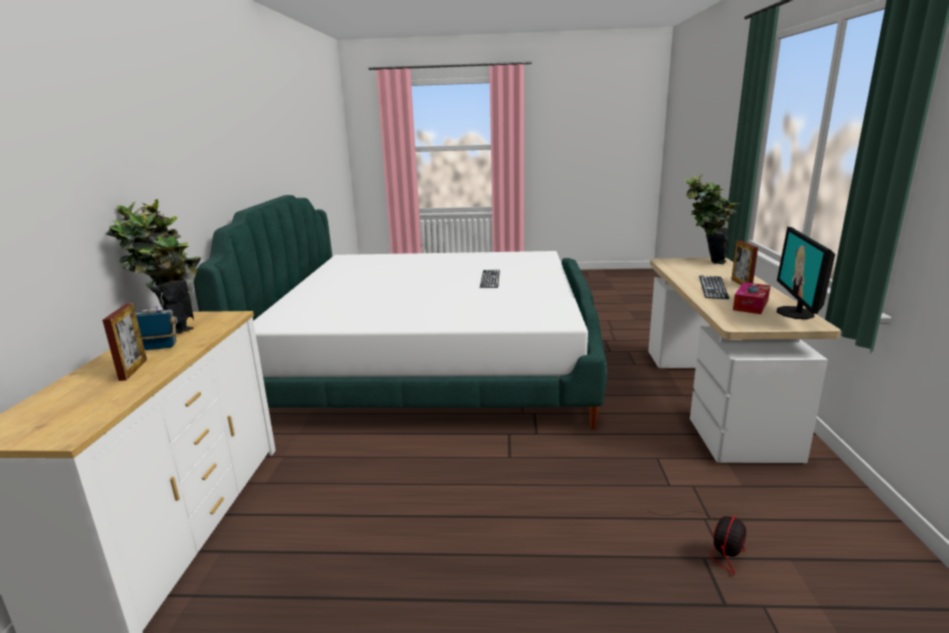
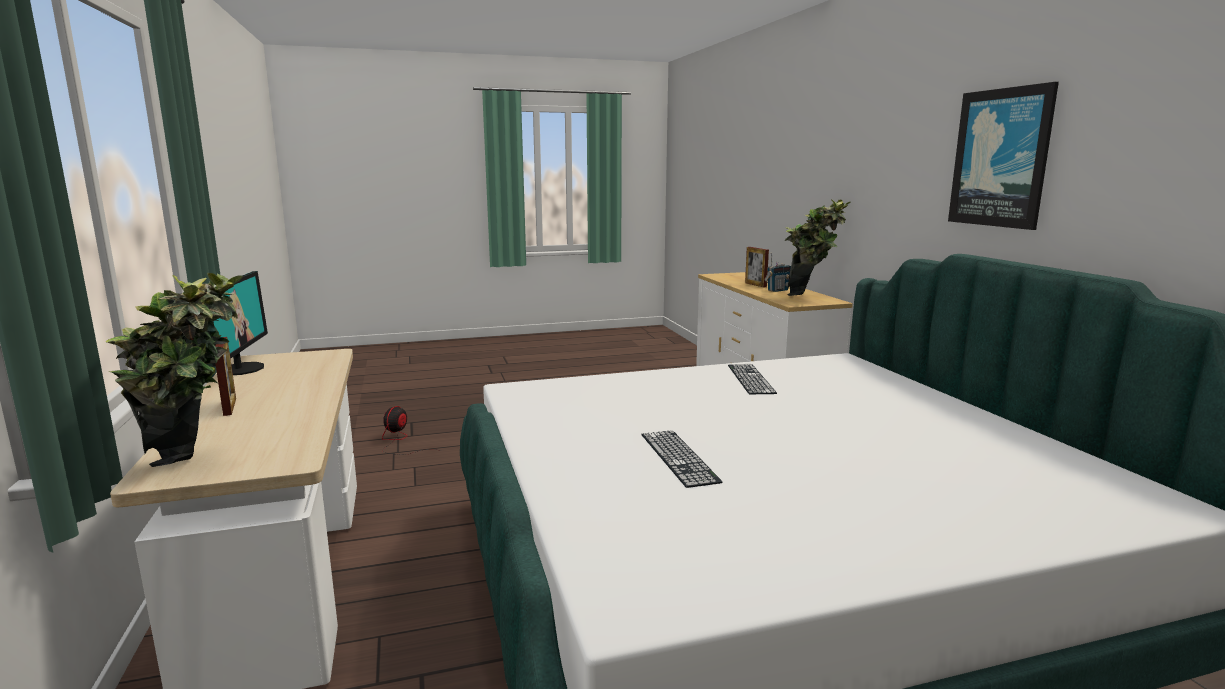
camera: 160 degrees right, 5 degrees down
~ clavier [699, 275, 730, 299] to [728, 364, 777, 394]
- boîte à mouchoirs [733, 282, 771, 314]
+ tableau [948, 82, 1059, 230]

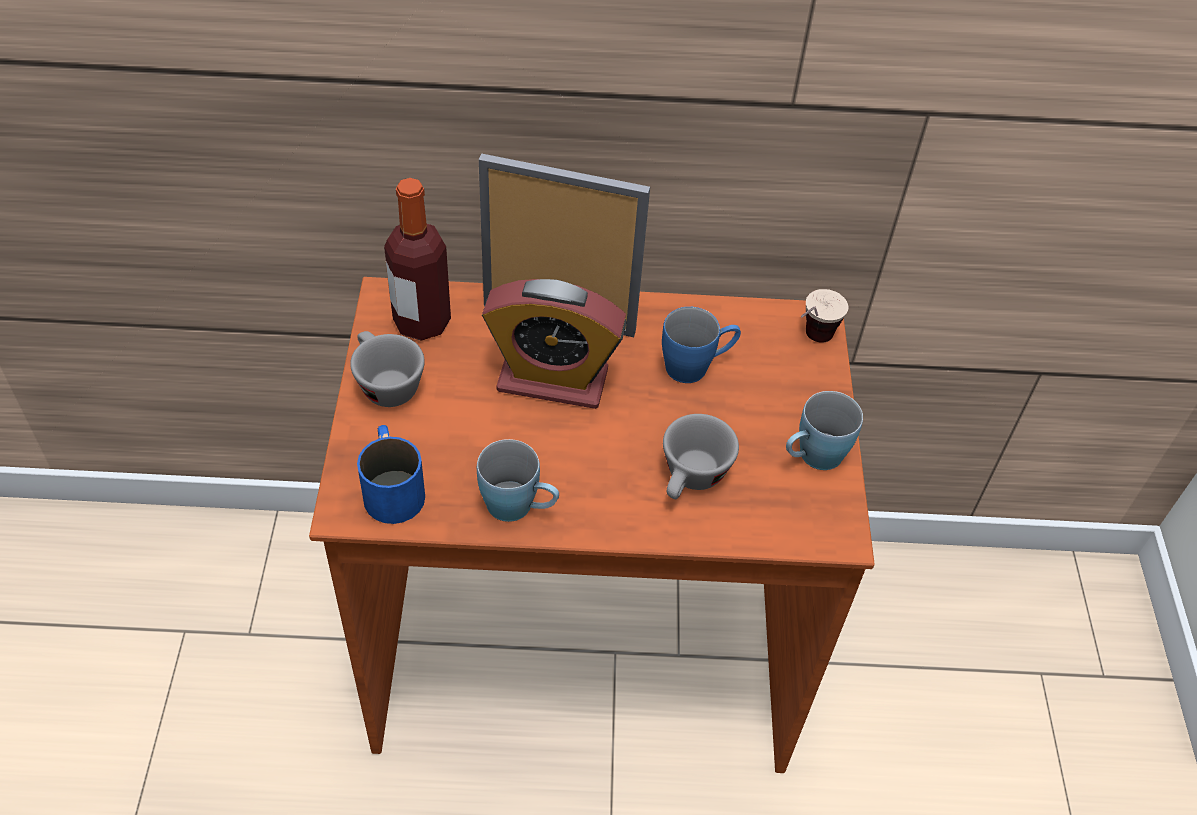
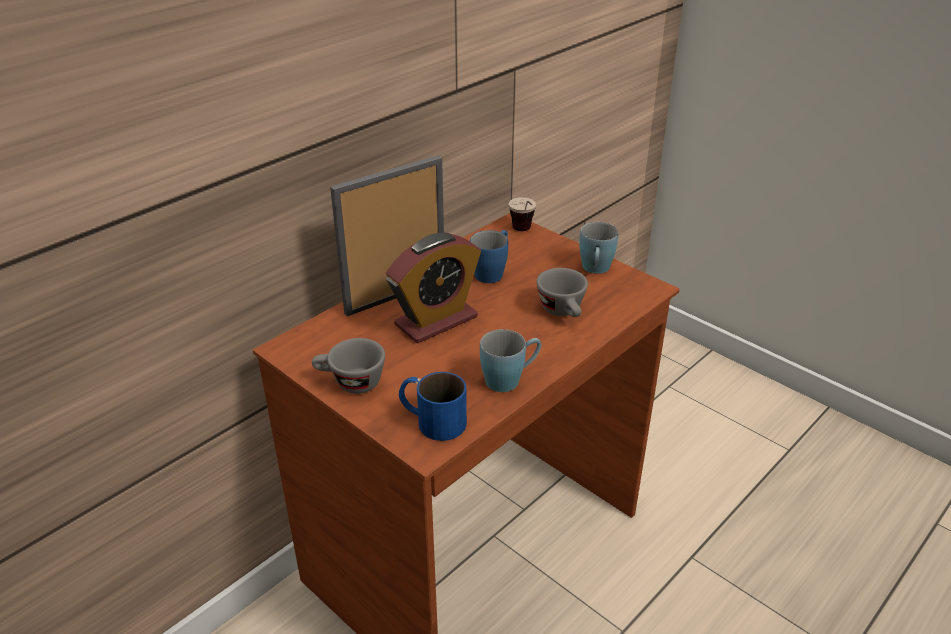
camera: 45 degrees left, 15 degrees down
- bouteille [384, 178, 451, 341]

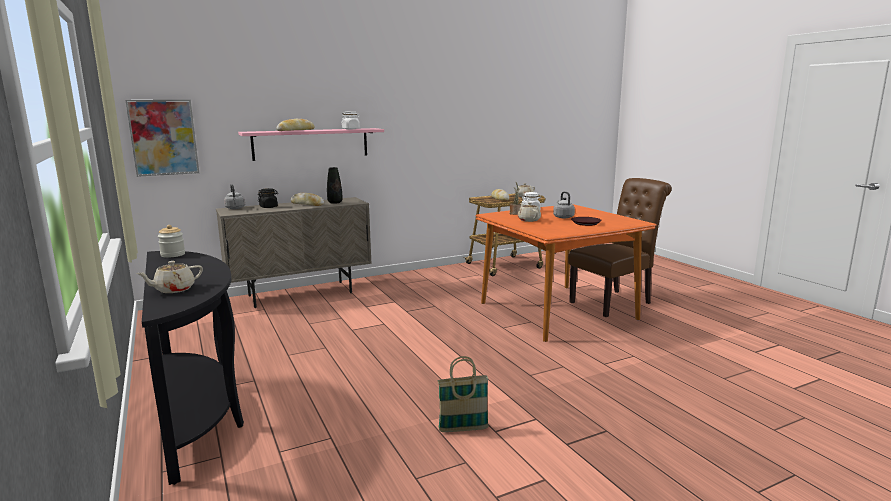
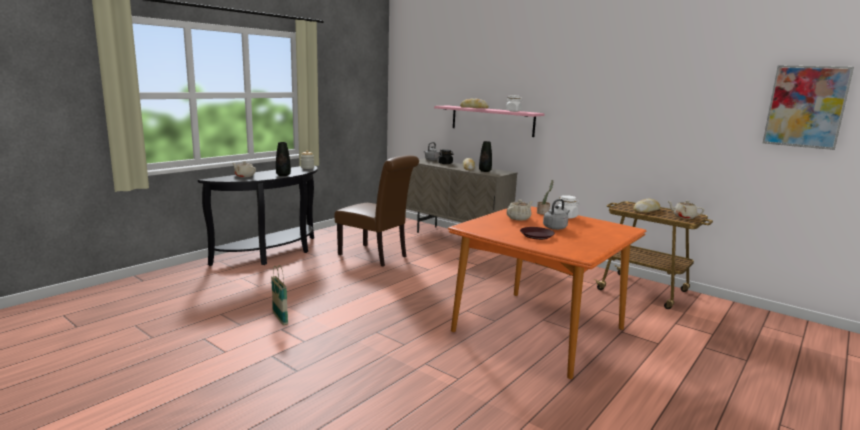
camera: 65 degrees right, 0 degrees up
~ tableau [125, 100, 199, 177] to [763, 65, 854, 150]
~ chaise (marron) [568, 178, 672, 317] to [334, 155, 419, 267]
+ vase (noir) [276, 142, 291, 176]

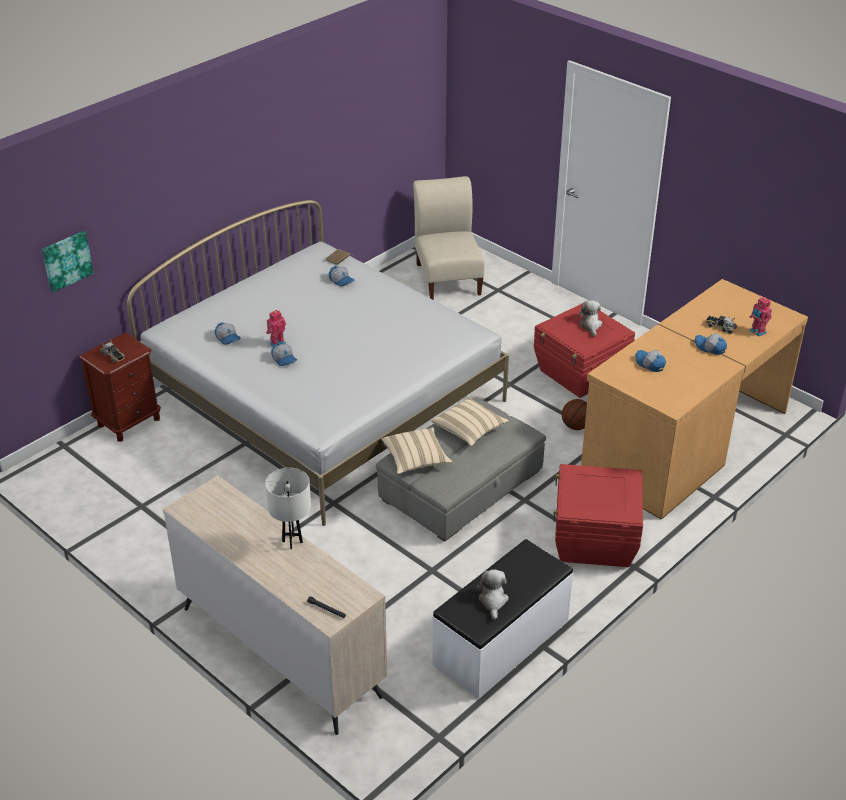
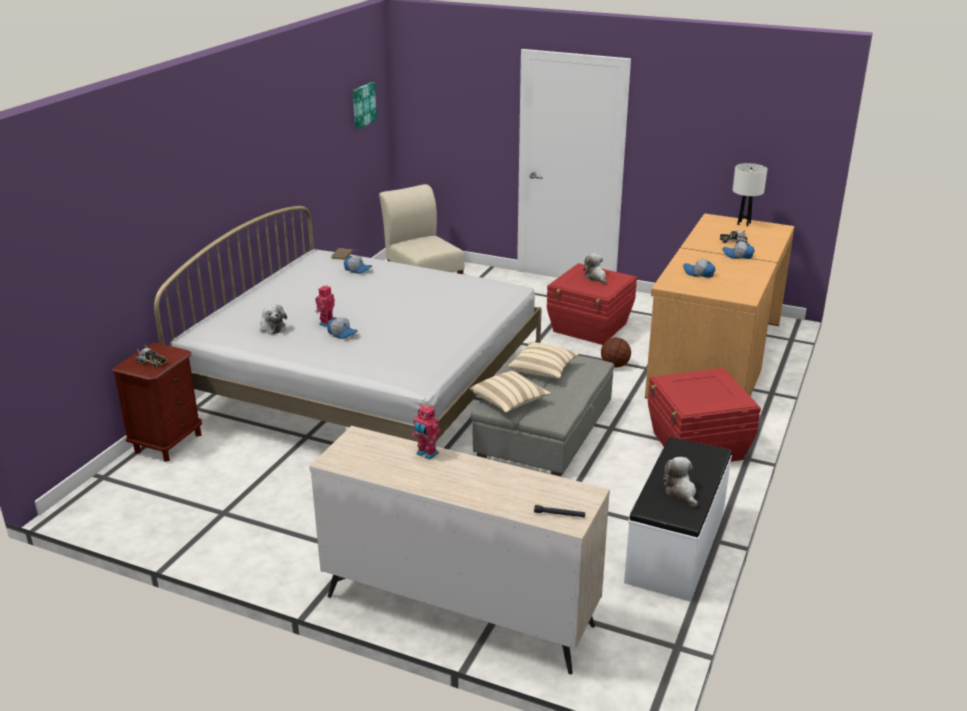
camera: 20 degrees left, 10 degrees down
~ tableau [42, 231, 94, 292] to [353, 82, 377, 129]
~ robot jouet [750, 297, 772, 337] to [412, 405, 441, 460]
~ casquette [214, 322, 241, 345] to peluche [260, 304, 287, 334]
~ lampe de table (blanc) [265, 468, 311, 549] to [733, 163, 767, 227]

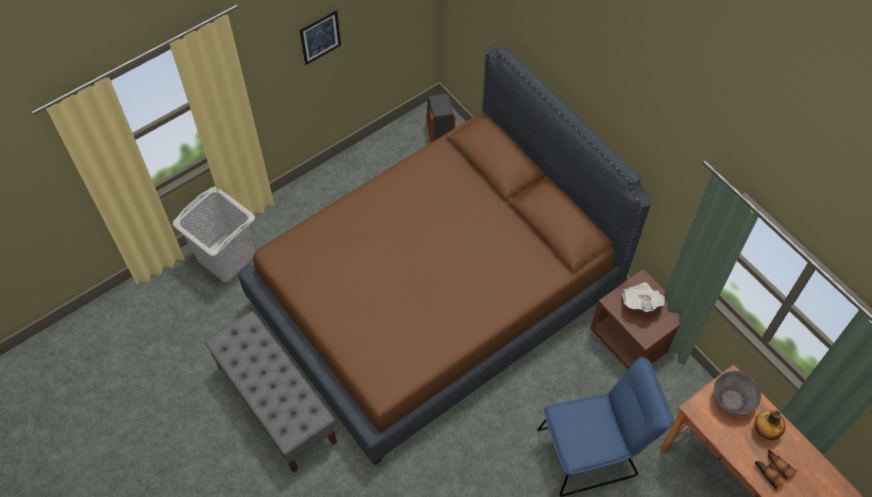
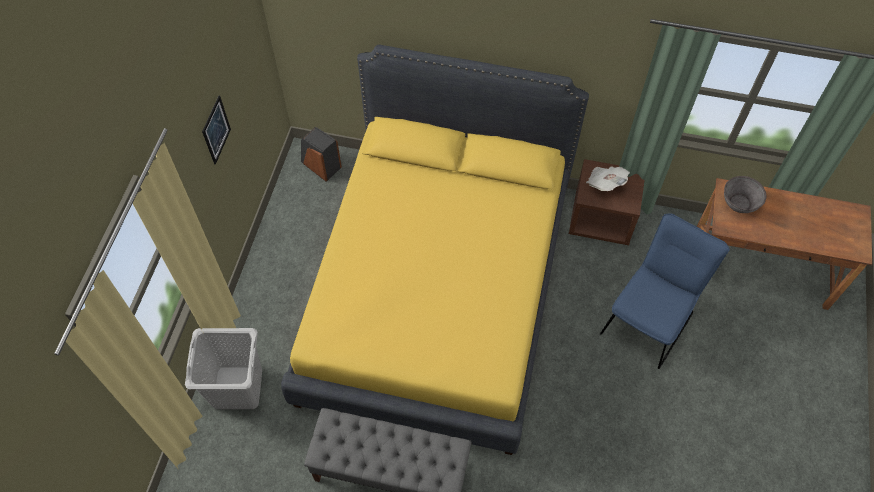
camera: 40 degrees left, 0 degrees up
~ lit (marron) [238, 46, 651, 465] to lit (jaune) [281, 45, 589, 455]
- bouteille [755, 410, 786, 440]
- jumelles [755, 450, 796, 489]

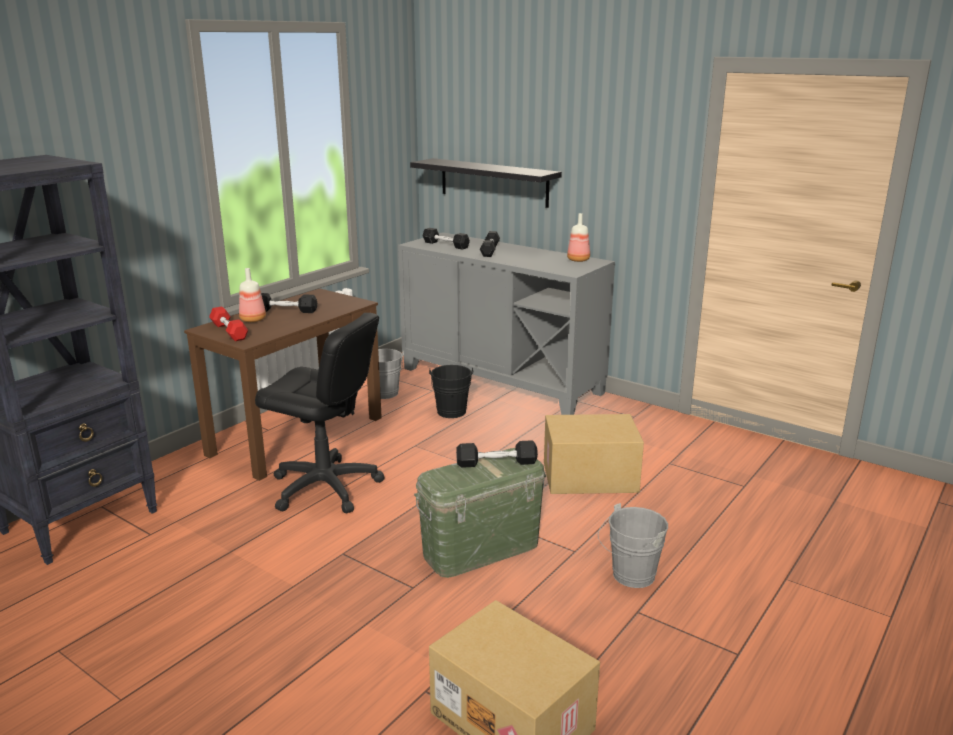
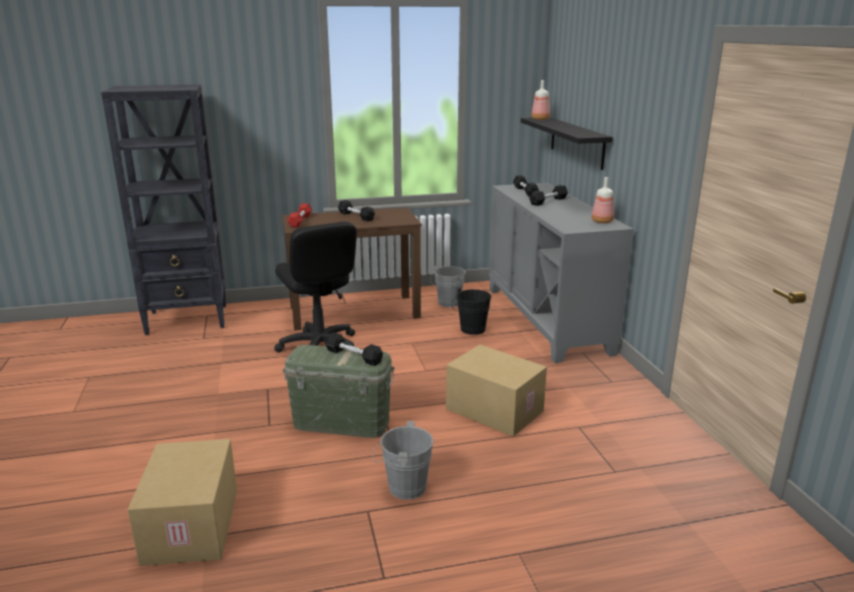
camera: 40 degrees right, 0 degrees up
~ bouteille [239, 268, 266, 322] to [532, 80, 550, 120]

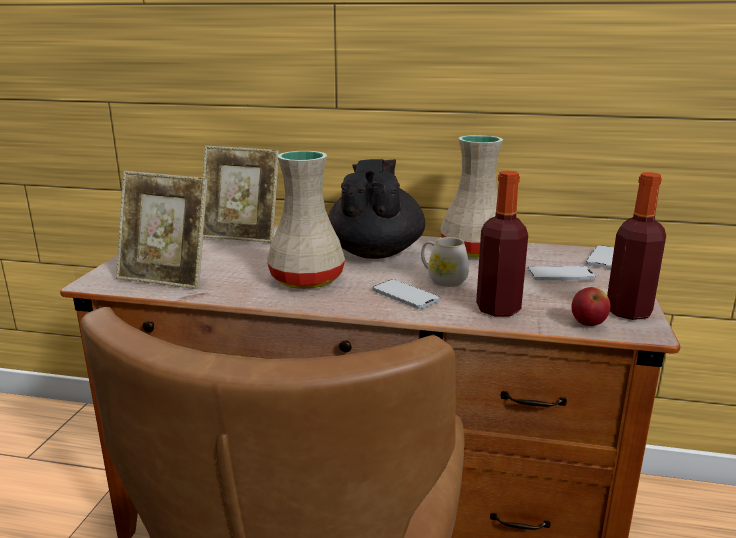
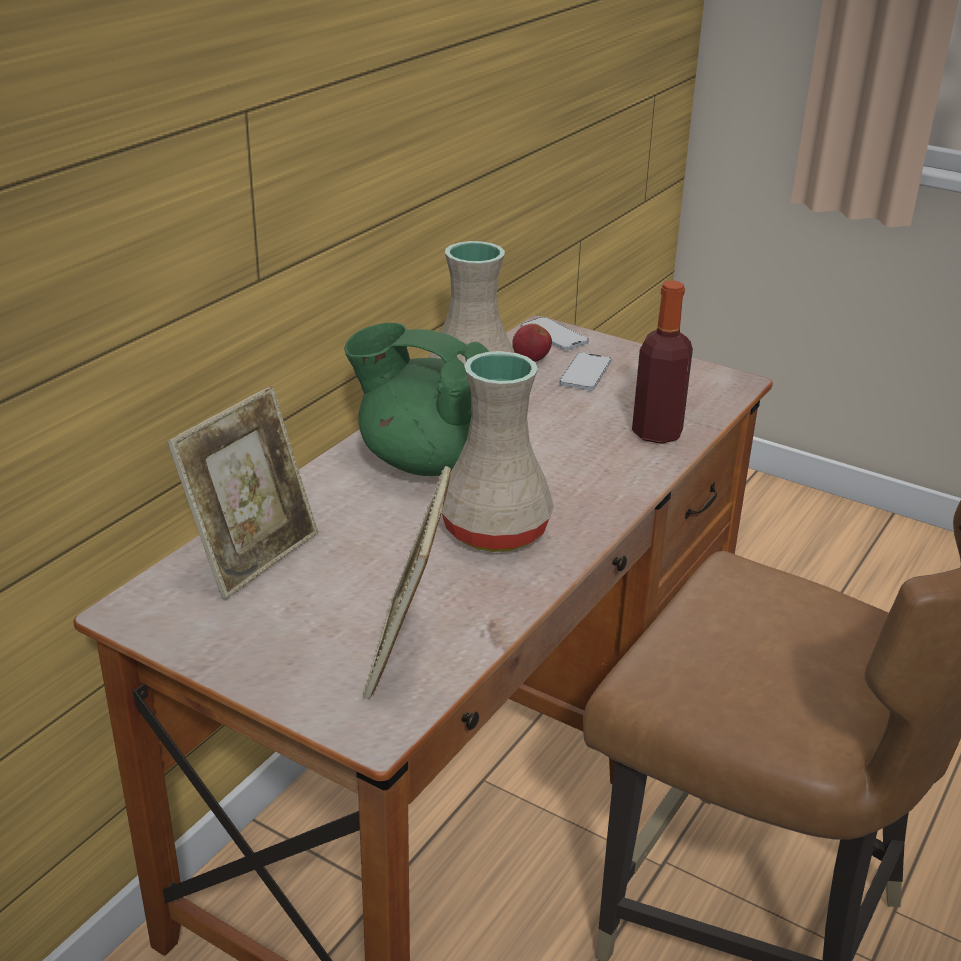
camera: 70 degrees left, 10 degrees up
~ théière (noir) [328, 159, 425, 259] to théière (vert) [344, 323, 490, 476]
~ cadre photo [116, 171, 208, 289] = [363, 466, 451, 699] 150 degrees clockwise
- bouteille [607, 172, 666, 320]
- mug (blanc) [421, 237, 469, 287]
- téléphone [372, 279, 440, 309]
~ pomme [571, 287, 611, 326] to [512, 324, 552, 362]

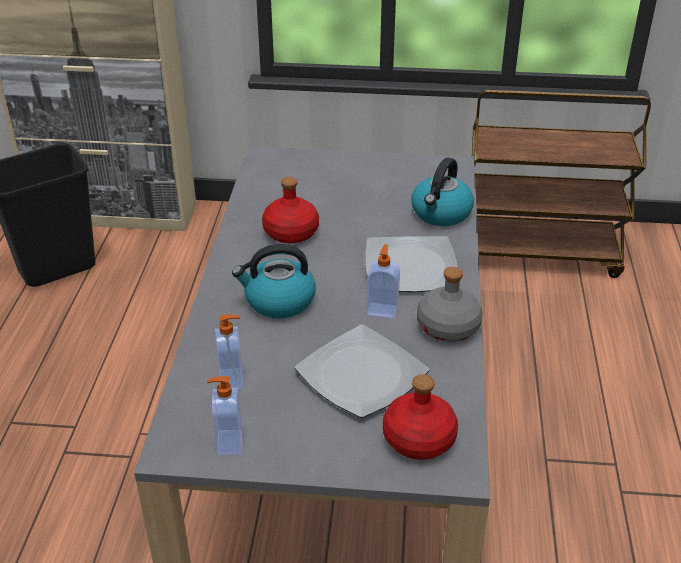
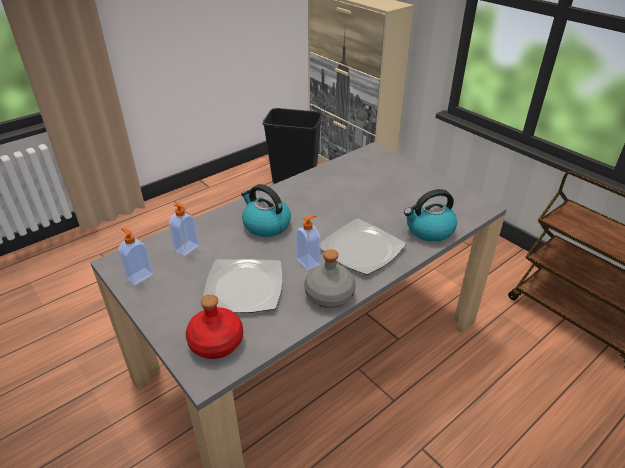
camera: 45 degrees right, 0 degrees up
- bouteille (rouge) [262, 177, 319, 243]

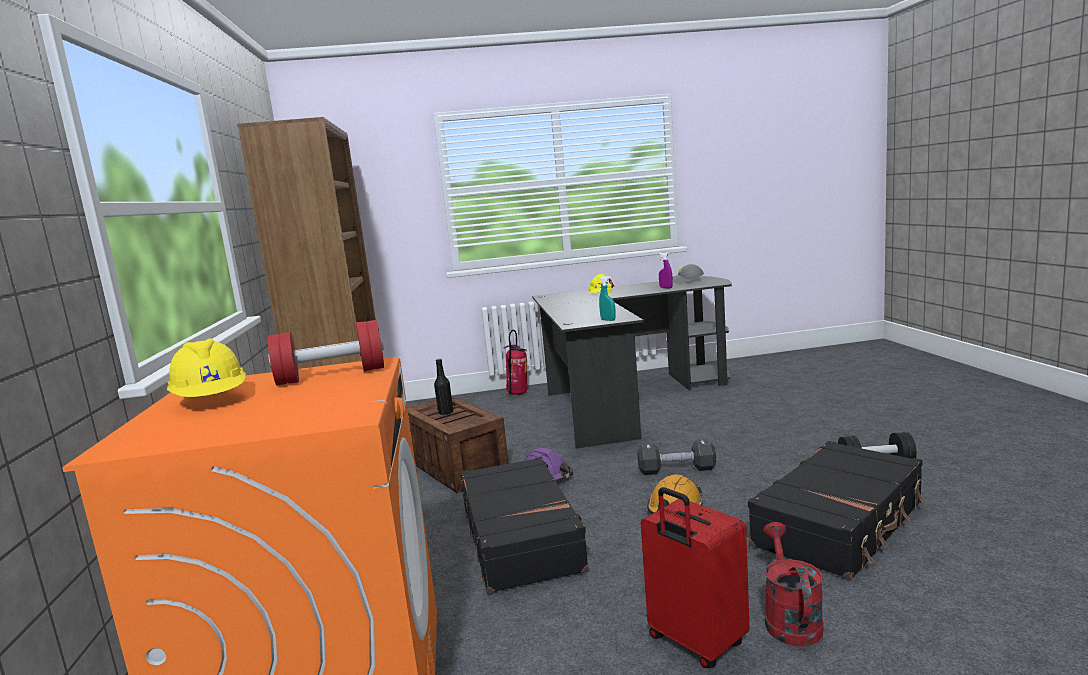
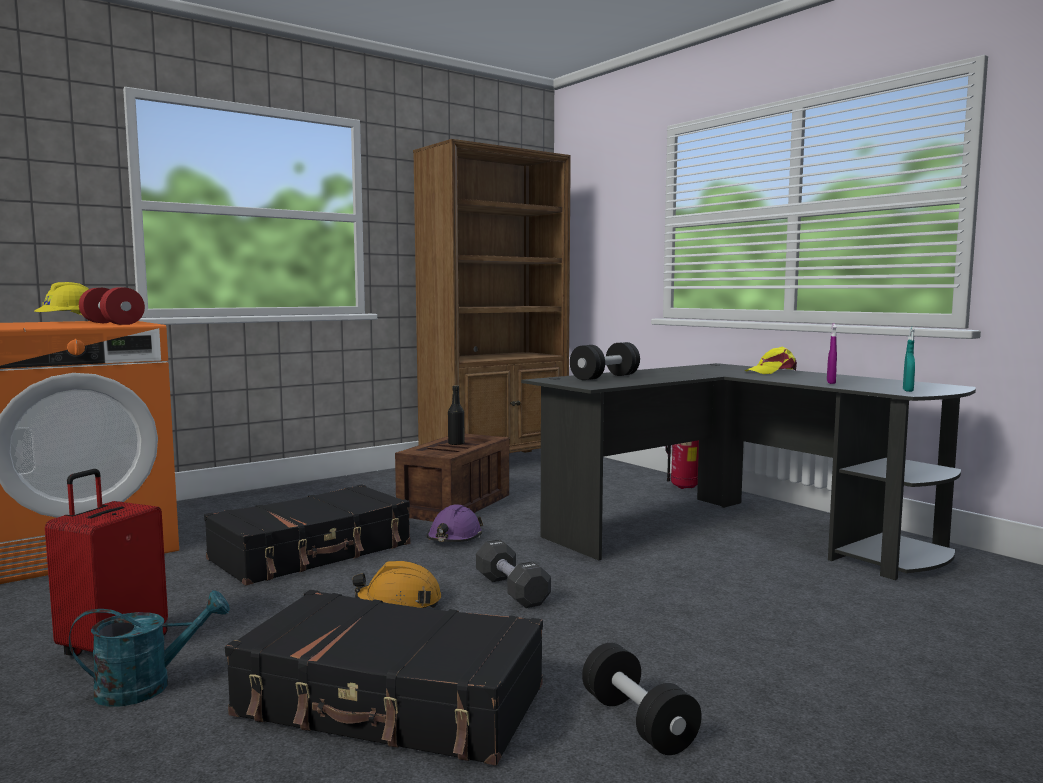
camera: 60 degrees right, 5 degrees down
- casquette (gris) [673, 264, 704, 284]
~ vaporisateur (turquoise) [599, 276, 616, 321] to [903, 327, 915, 392]
~ arrosoir (rouge) [763, 522, 823, 647] to arrosoir (turquoise) [69, 590, 230, 707]
+ haltère (noir) [570, 342, 640, 380]

